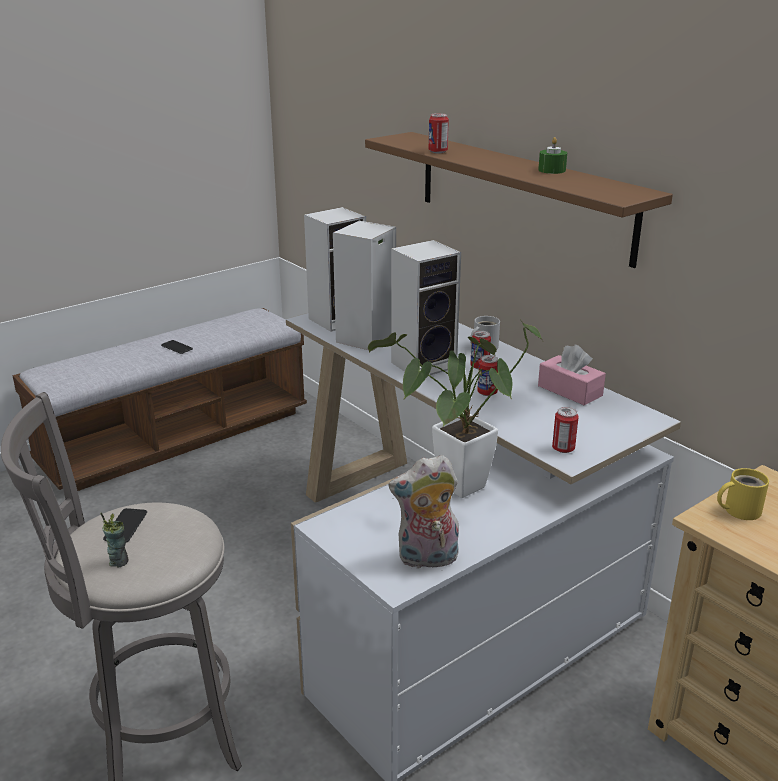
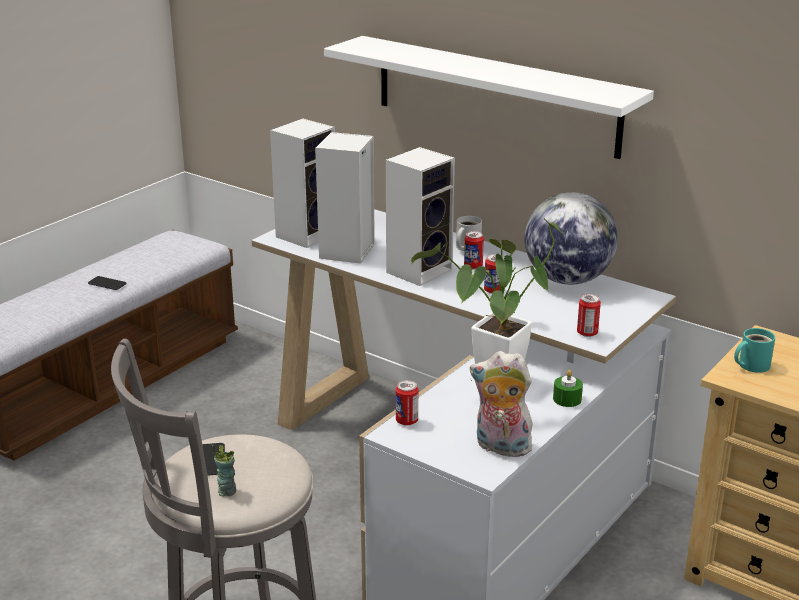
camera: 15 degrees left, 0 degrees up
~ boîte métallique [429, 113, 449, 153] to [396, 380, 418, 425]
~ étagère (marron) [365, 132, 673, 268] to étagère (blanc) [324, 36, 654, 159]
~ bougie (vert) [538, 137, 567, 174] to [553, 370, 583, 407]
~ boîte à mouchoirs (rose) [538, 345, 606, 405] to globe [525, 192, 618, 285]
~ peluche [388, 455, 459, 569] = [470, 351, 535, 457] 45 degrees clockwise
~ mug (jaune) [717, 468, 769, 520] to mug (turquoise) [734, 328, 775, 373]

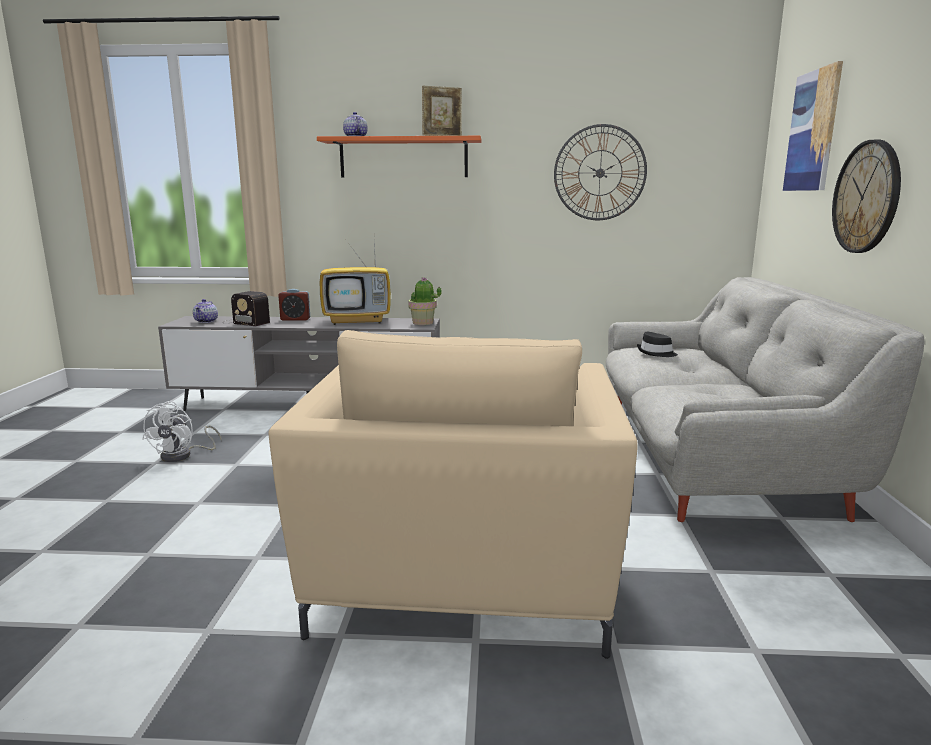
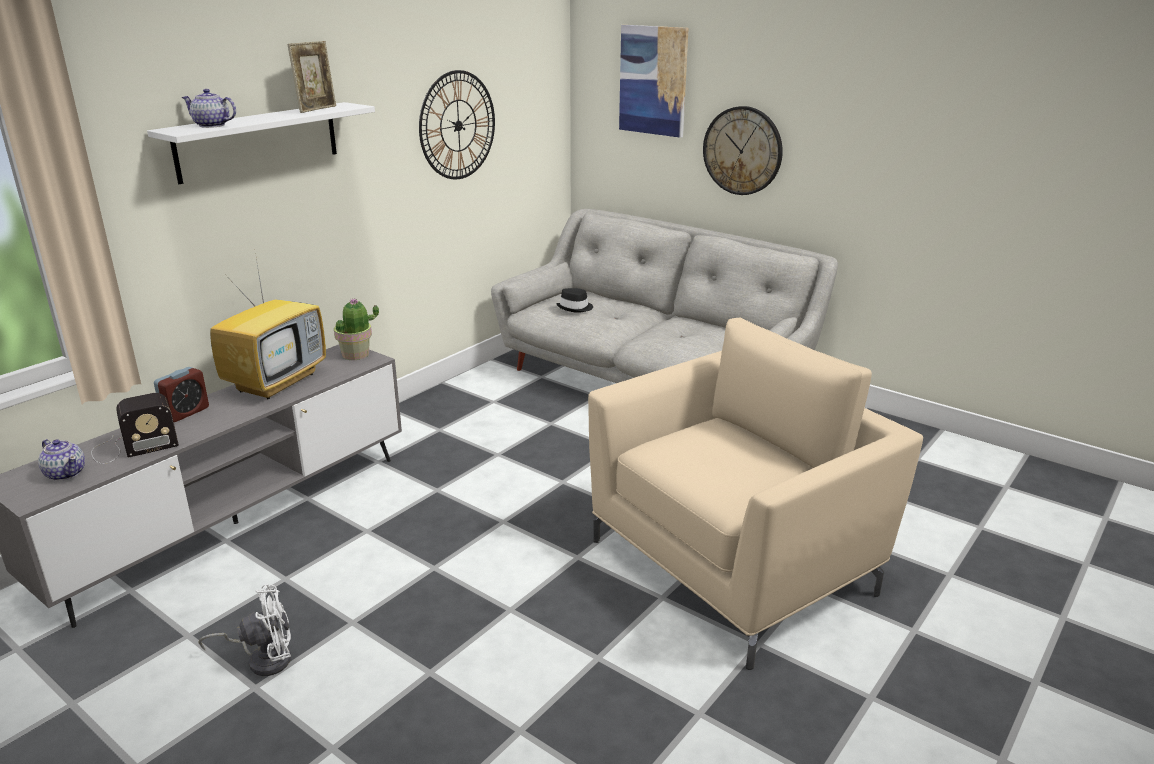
camera: 55 degrees left, 10 degrees up
~ étagère (orange) [317, 136, 482, 177] to étagère (blanc) [147, 102, 375, 184]
~ fauteuil (beige) [269, 330, 638, 659] = [588, 317, 923, 670] 75 degrees counterclockwise
~ ventilateur (blanc) [142, 401, 222, 462] = [198, 584, 291, 676] 60 degrees counterclockwise

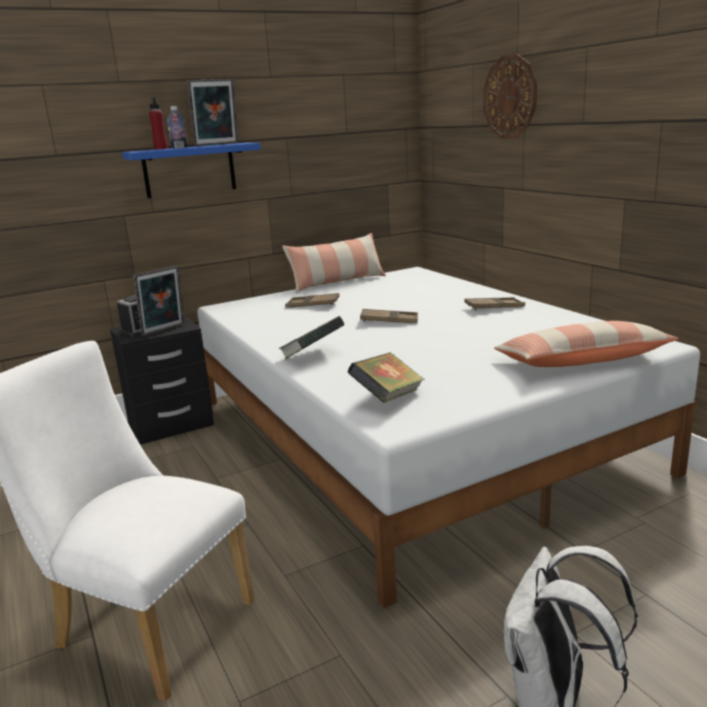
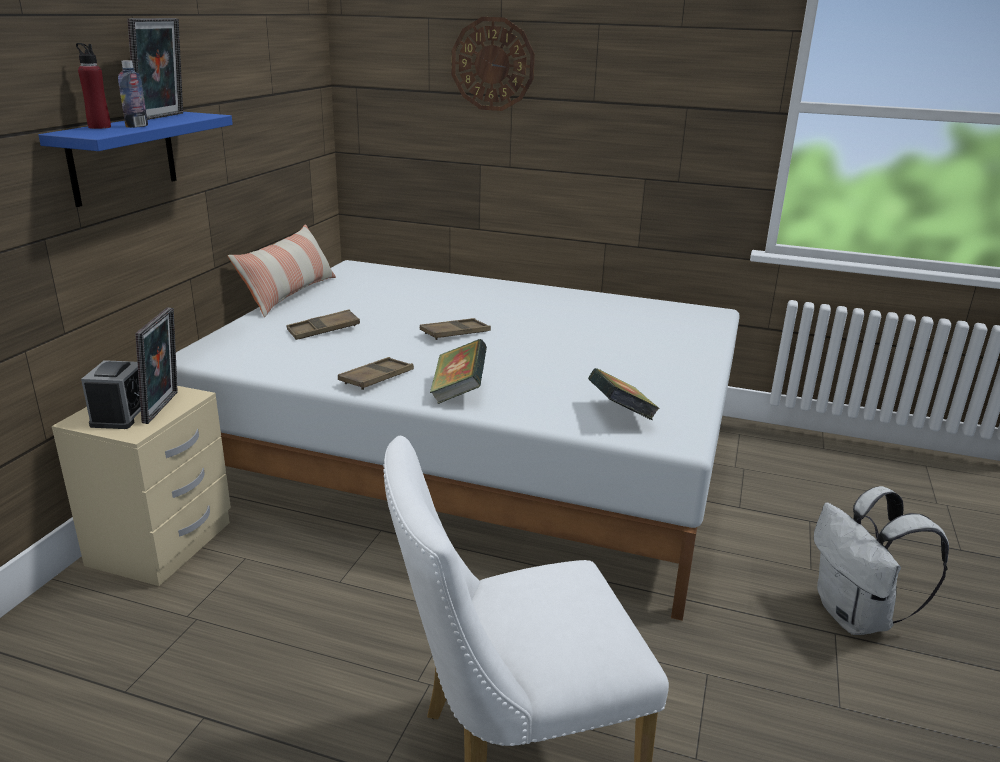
camera: 45 degrees left, 5 degrees up
~ plateau (marron) [465, 297, 525, 310] to [338, 357, 414, 390]
~ table de chevet (noir) [110, 315, 214, 445] to table de chevet (beige) [52, 386, 231, 586]
- coussin [494, 321, 679, 367]

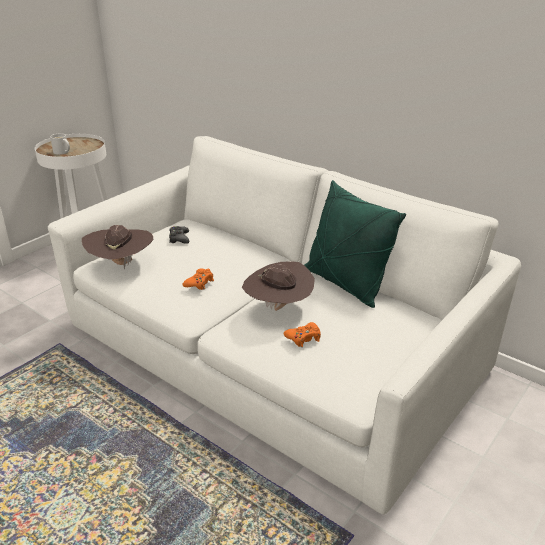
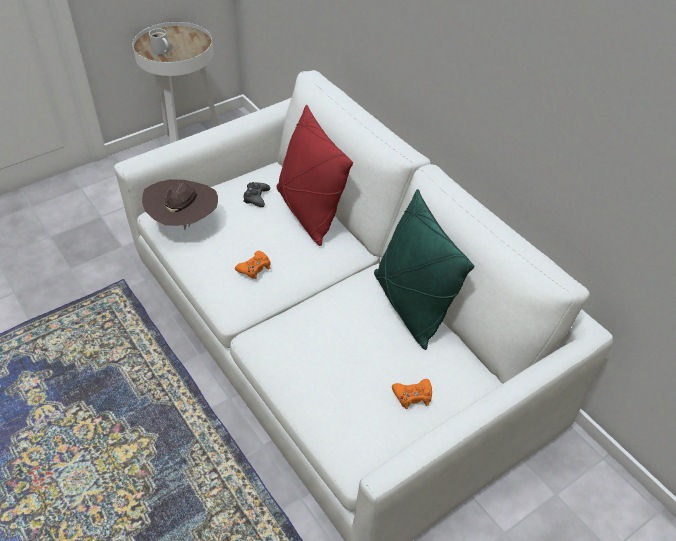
camera: 15 degrees right, 15 degrees up
- chapeau (marron) [242, 261, 315, 311]
~ manette (orange) [284, 322, 321, 347] to [392, 379, 432, 409]
+ coussin (rouge) [276, 105, 353, 246]

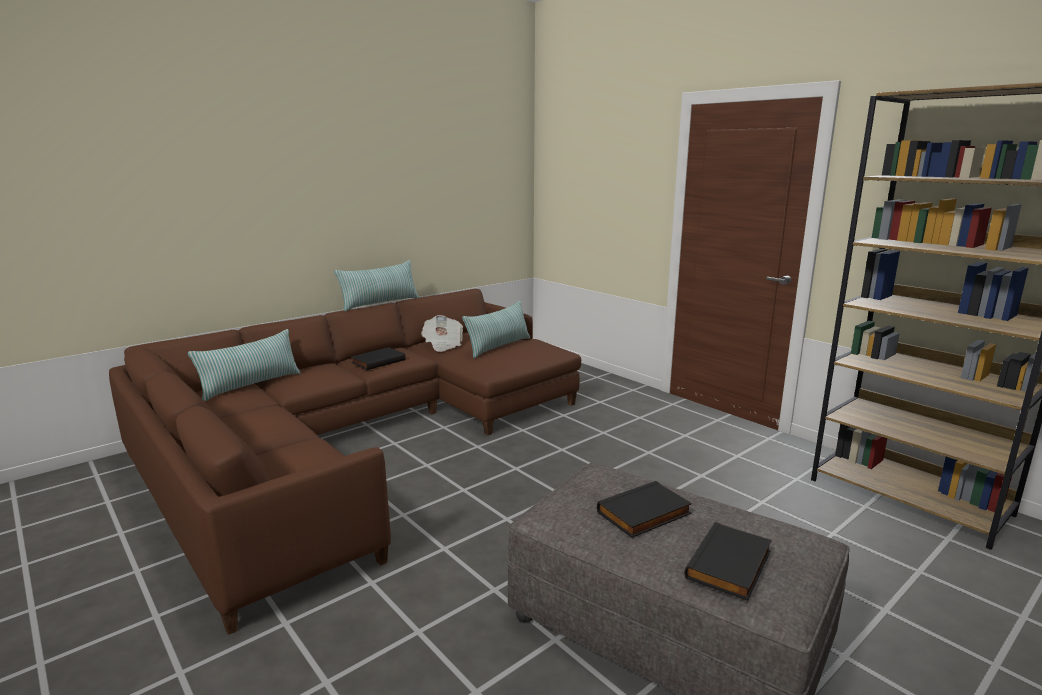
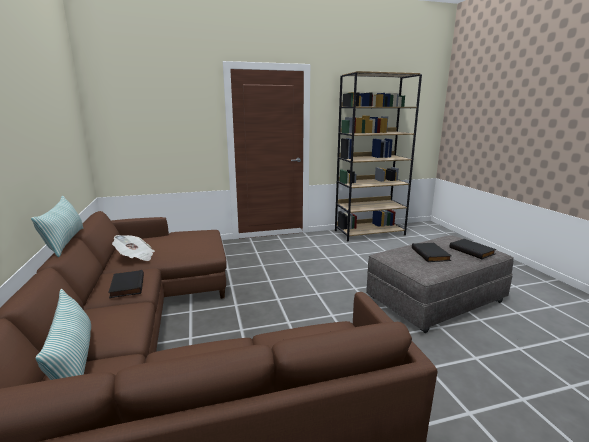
camera: 65 degrees left, 0 degrees up
- coussin [462, 301, 530, 358]

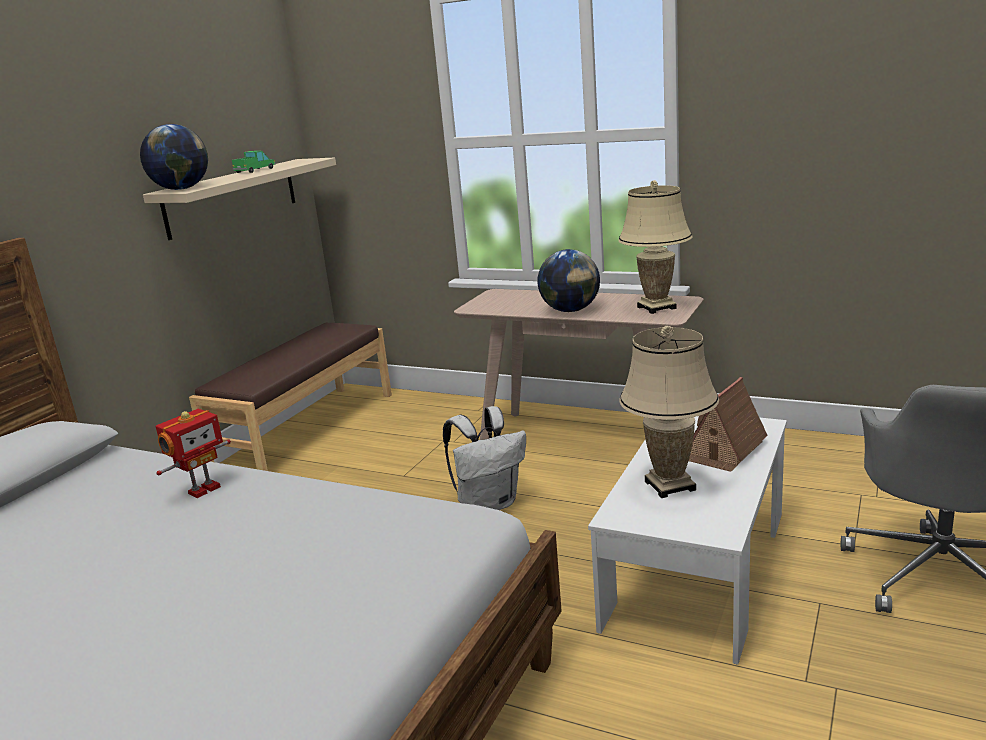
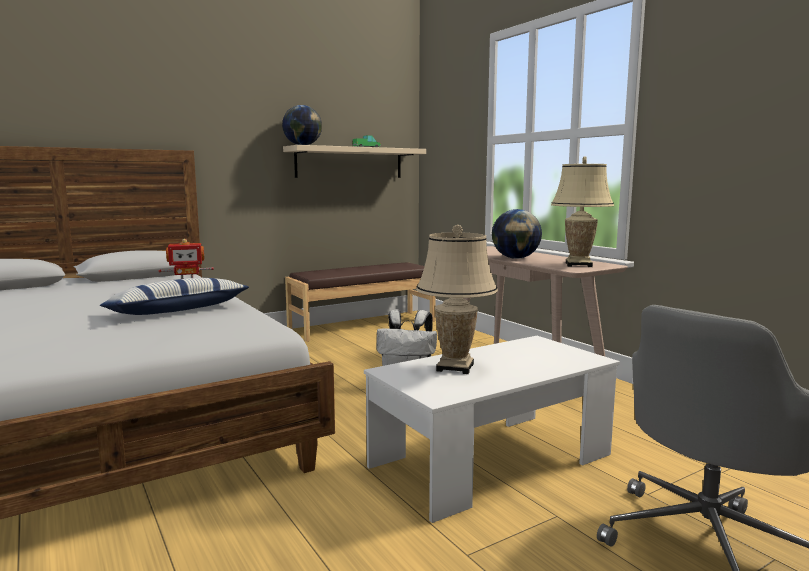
camera: 30 degrees right, 10 degrees down
- maison miniature [689, 377, 768, 472]
+ coussin [100, 278, 249, 315]

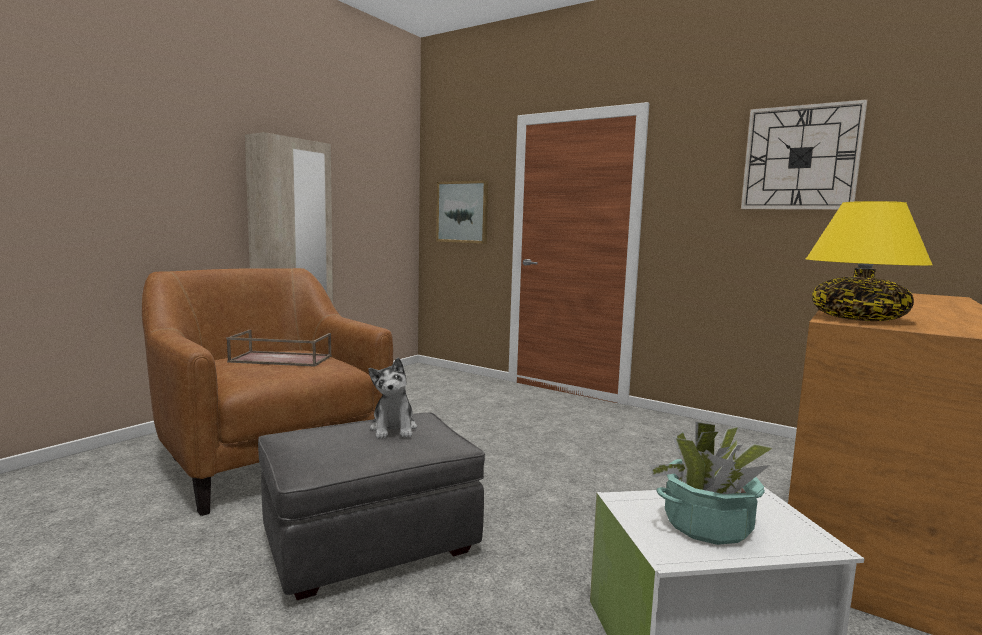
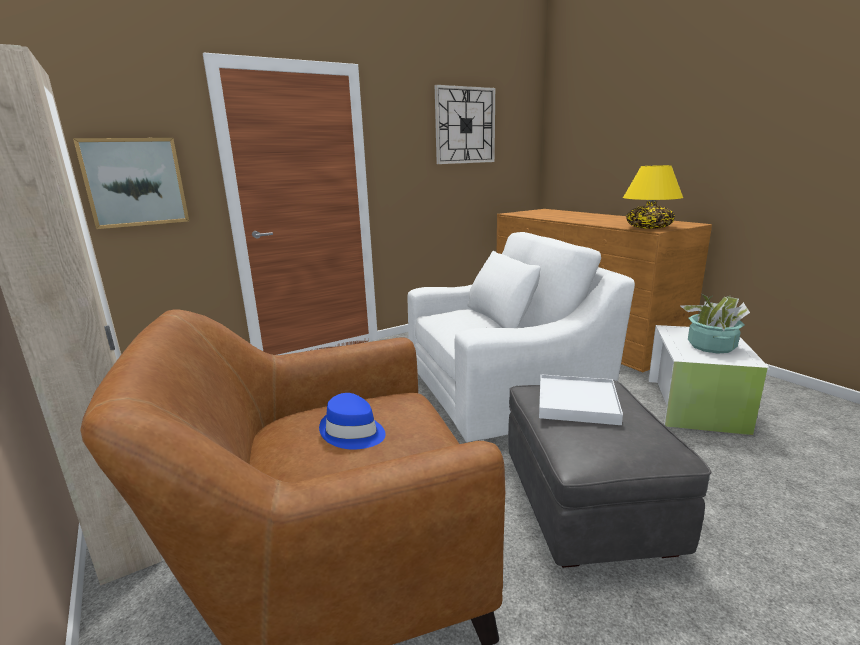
camera: 65 degrees left, 10 degrees up
~ plateau (marron) [226, 330, 332, 367] to chapeau (bleu) [319, 393, 386, 450]
~ peluche [368, 358, 417, 439] to plateau (blanc) [539, 374, 623, 425]
+ fauteuil (blanc) [407, 232, 635, 443]

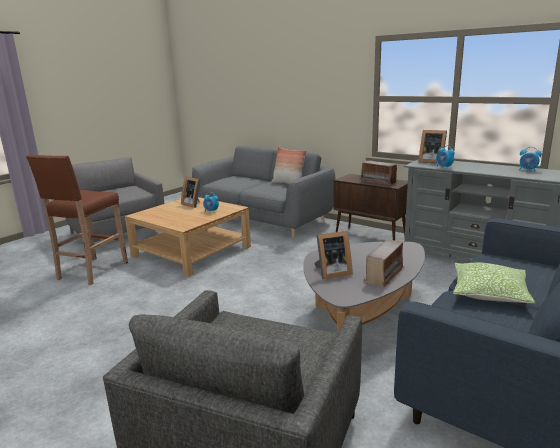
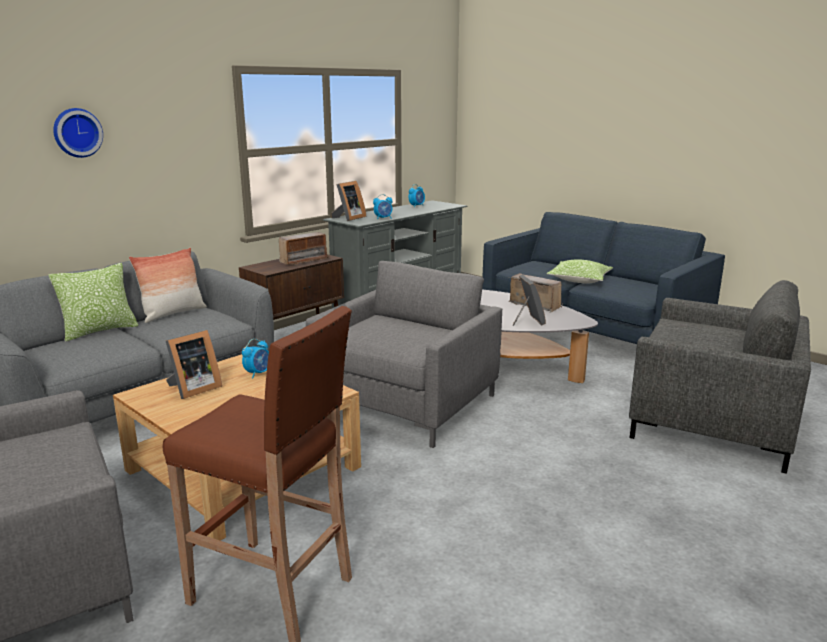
camera: 85 degrees left, 0 degrees up
+ horloge murale [53, 108, 103, 158]
+ fauteuil (gris) [306, 261, 502, 448]
+ coussin [48, 263, 138, 342]

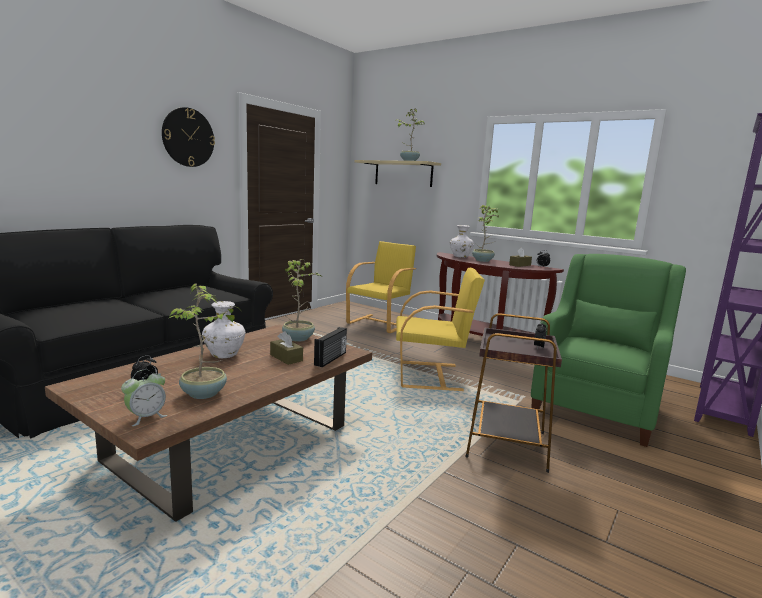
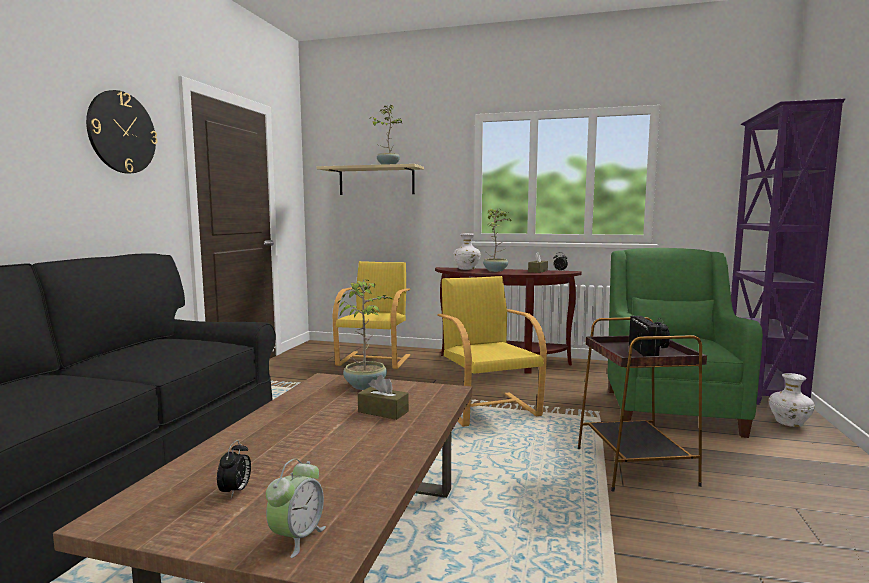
camera: 20 degrees left, 5 degrees down
~ fauteuil (jaune) [396, 268, 485, 391] = [437, 276, 547, 427] 90 degrees counterclockwise
- plante en pot [169, 284, 241, 399]
~ vase (blanc) [202, 301, 245, 358] to [769, 373, 815, 427]
~ radio [314, 327, 347, 367] to [629, 316, 661, 356]

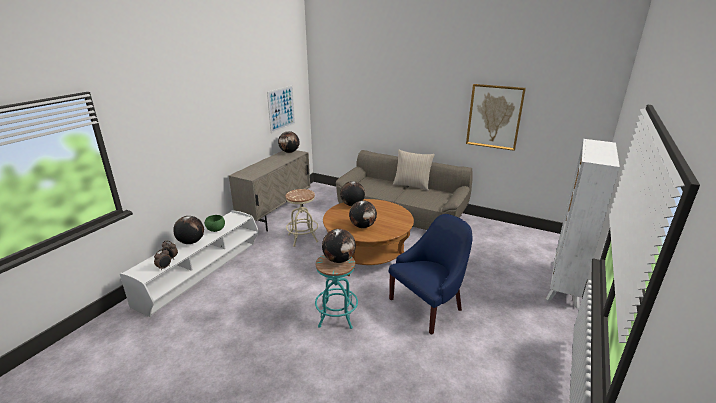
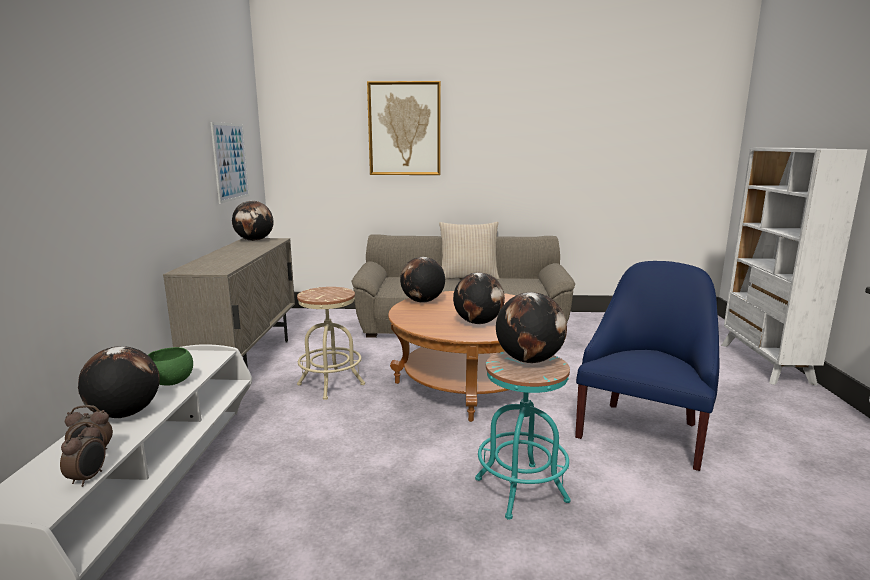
camera: 25 degrees left, 10 degrees down
~ tableau [466, 84, 526, 151] to [367, 81, 441, 175]

